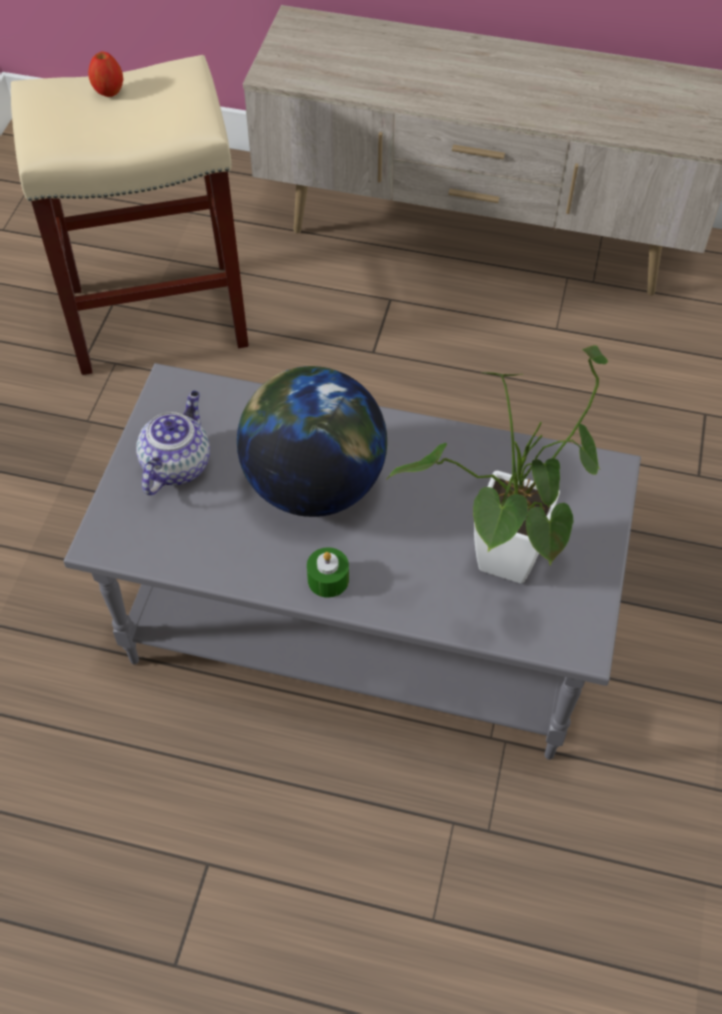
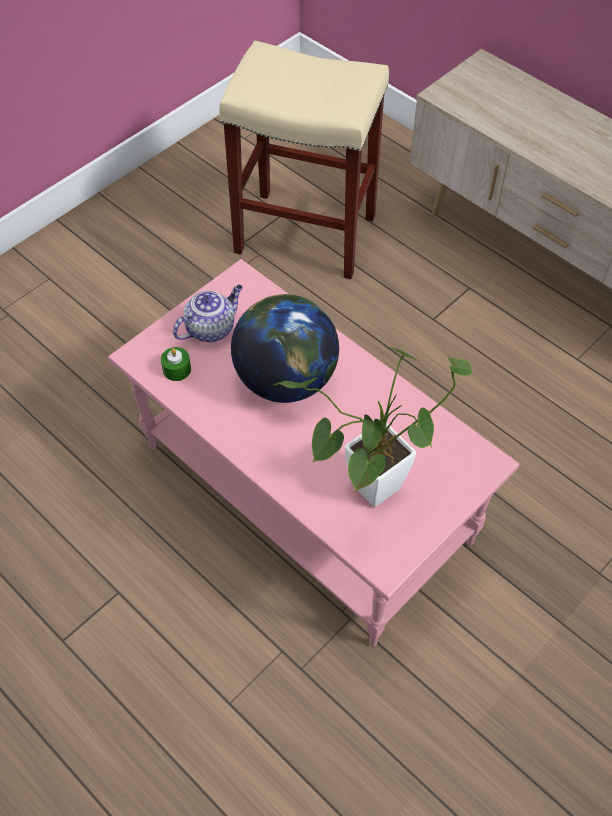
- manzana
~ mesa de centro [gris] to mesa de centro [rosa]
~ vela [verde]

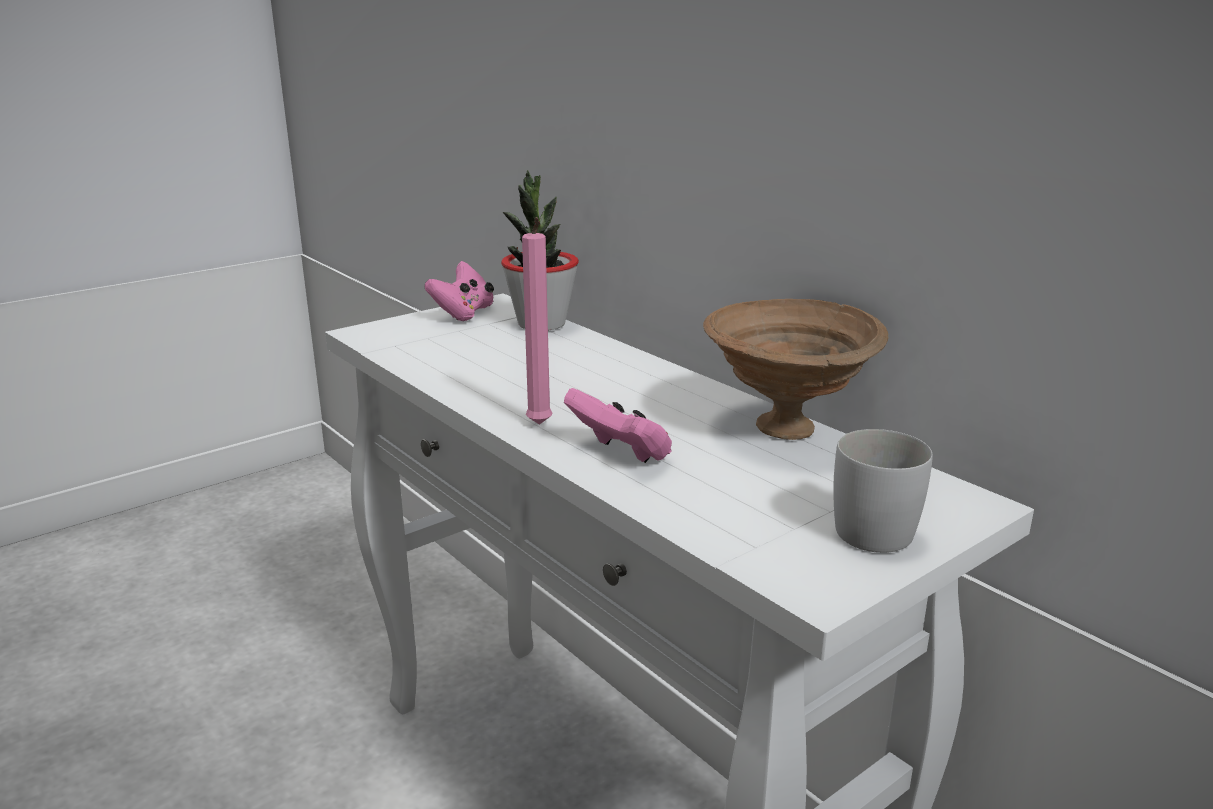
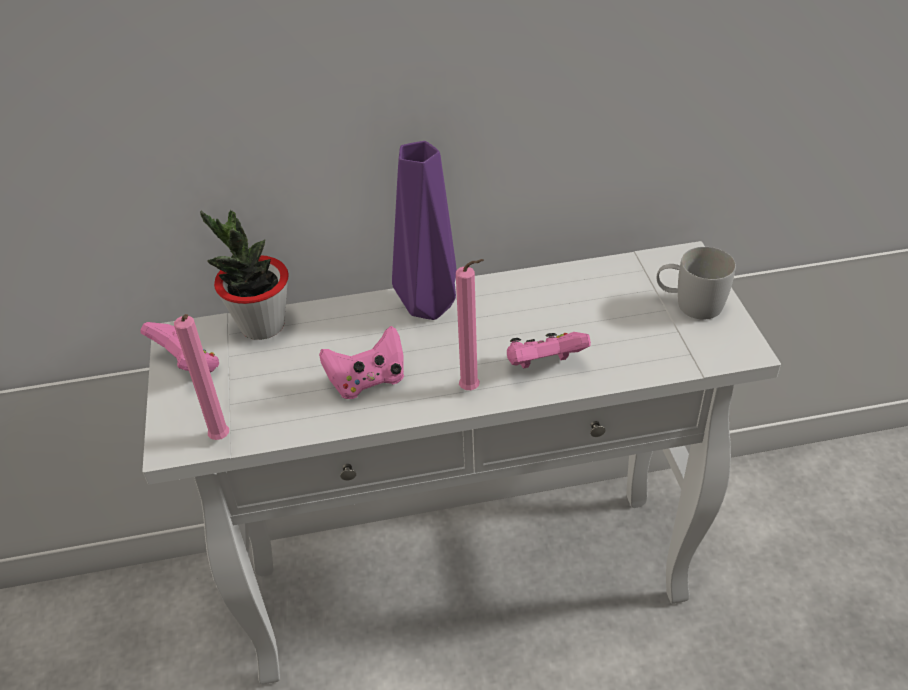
- cuenco [marrón]
+ florero [morado]
+ vela [rosa] (no. 1 from left)
+ mando de consola [rosa] (no. 2 from left)

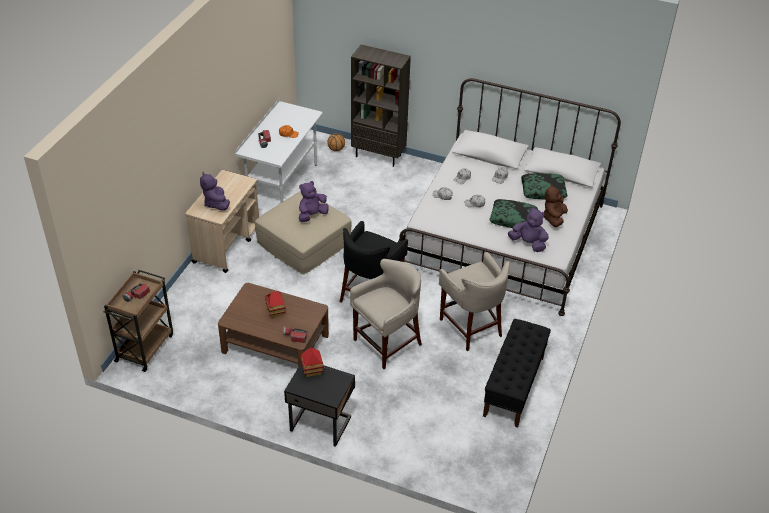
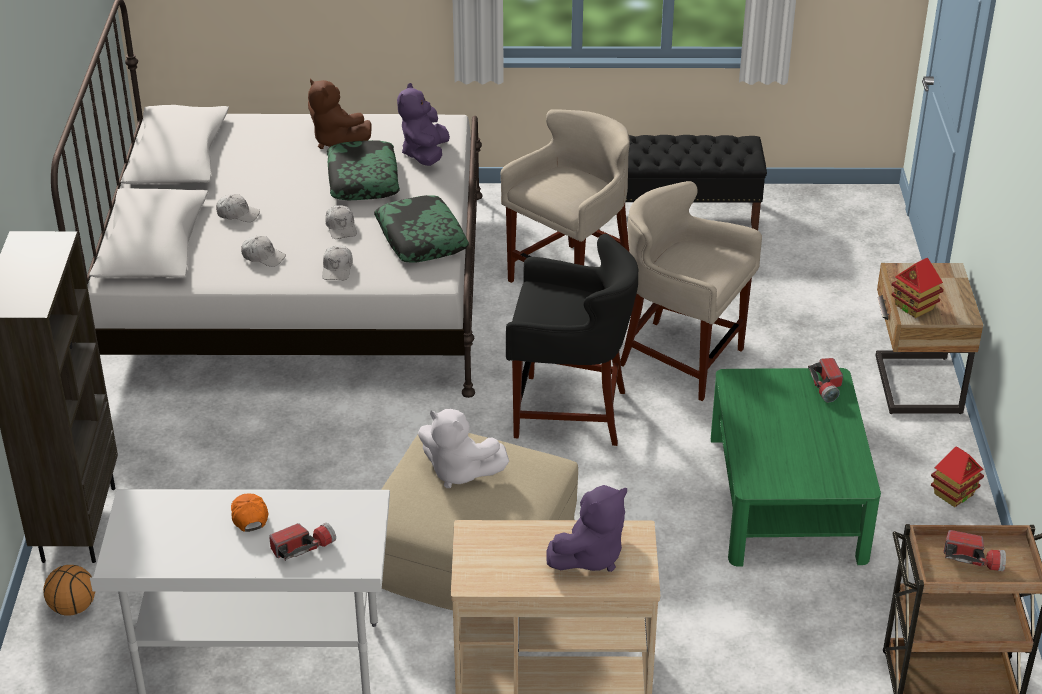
~ cojín (no. 2 from left)
~ peluche [morado] (no. 2 from left) to peluche [blanco]
~ peluche [marrón] 45 degrees clockwise
~ mesa de centro [marrón] to mesa de centro [verde]
~ casita (no. 1 from left in the first image) to casita (no. 2 from left)
~ mesita de noche [negro] to mesita de noche [beis]

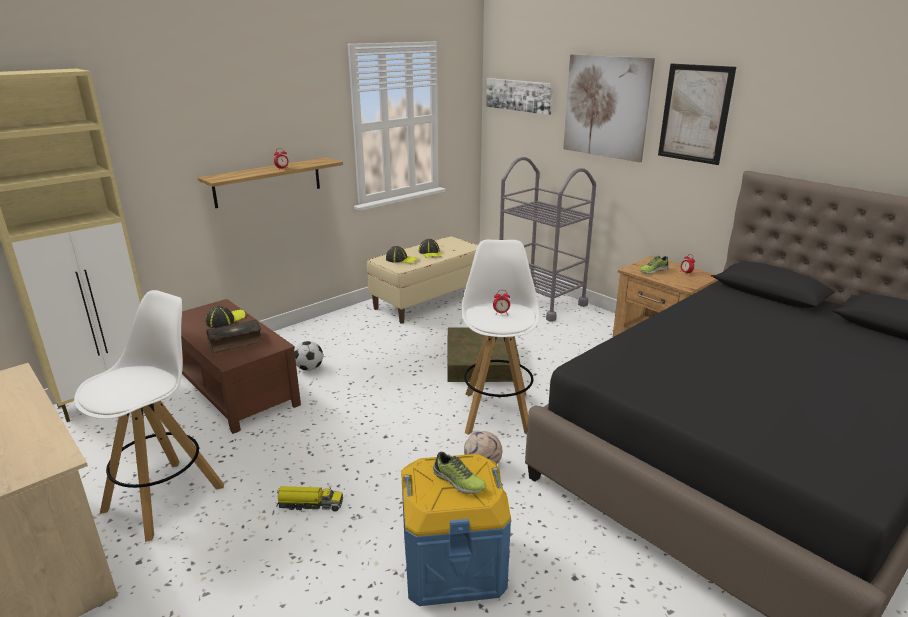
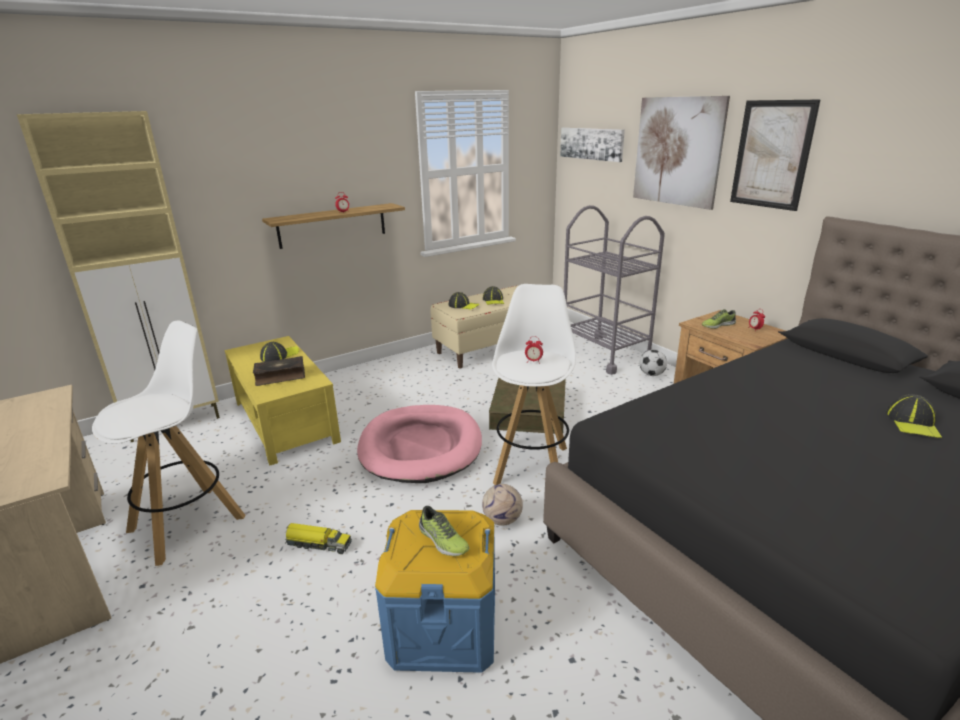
~ mesa de centro [marrón] to mesa de centro [amarillo]
~ balón de fútbol (no. 1 from left in the first image) to balón de fútbol (no. 2 from left)
+ gorra (no. 4 from left)
+ cama para perro [rosa]

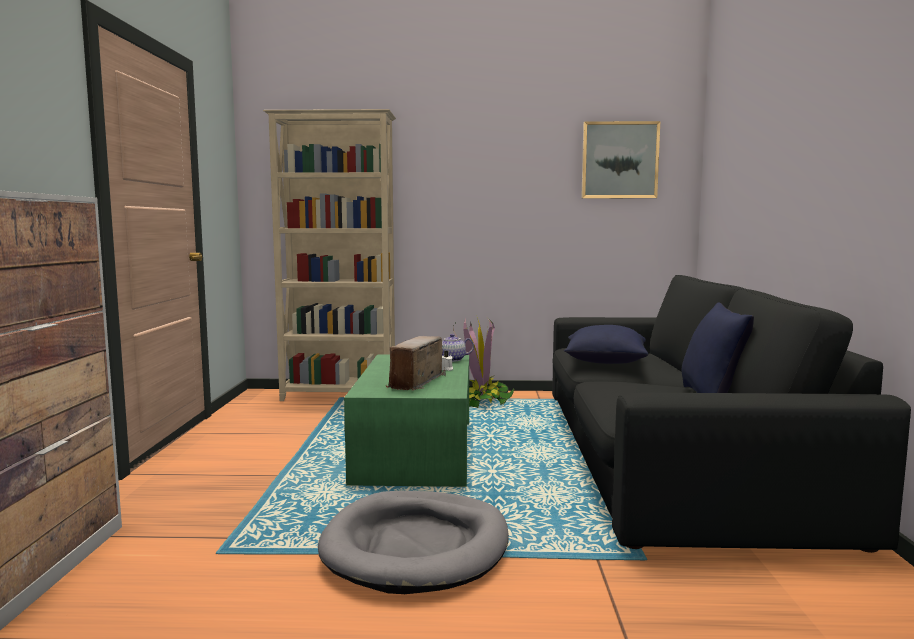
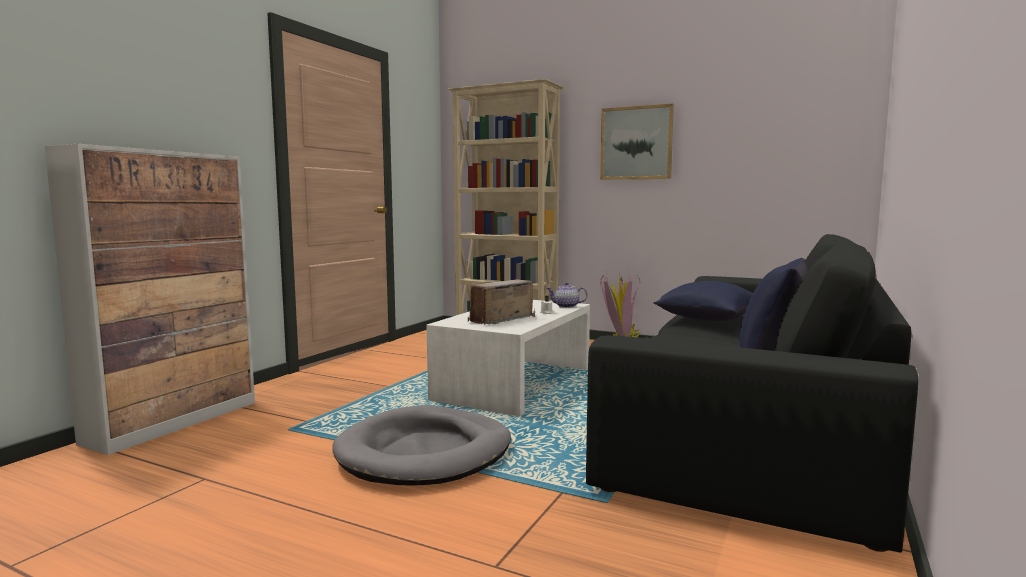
~ cuadro
~ mesa de centro [verde] to mesa de centro [blanco]

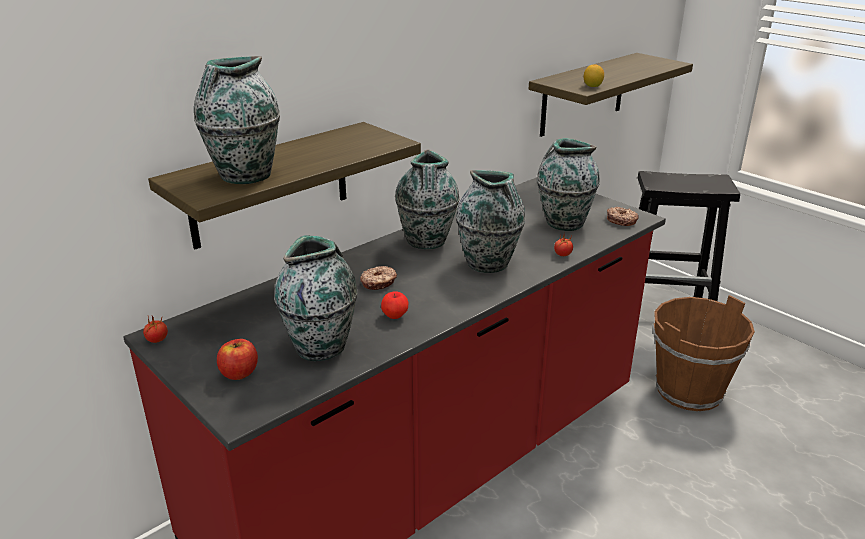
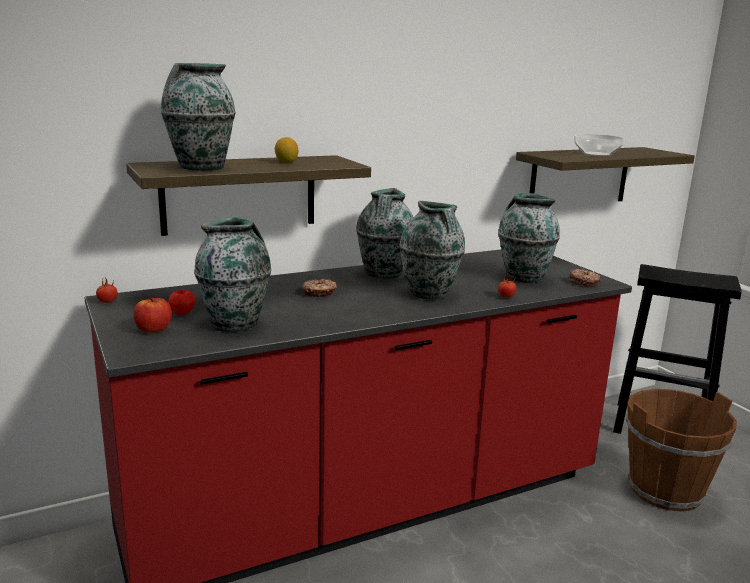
~ limón
~ manzana (no. 2 from left)
+ cuenco

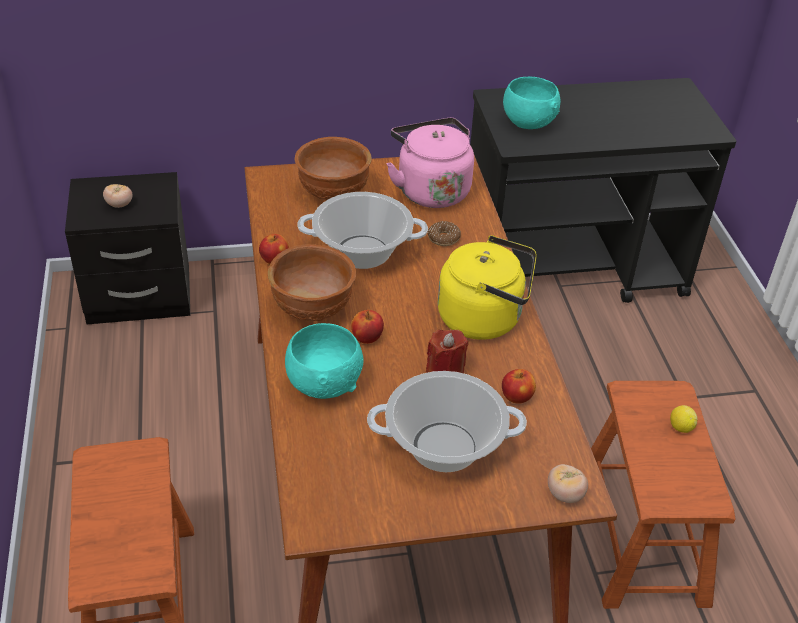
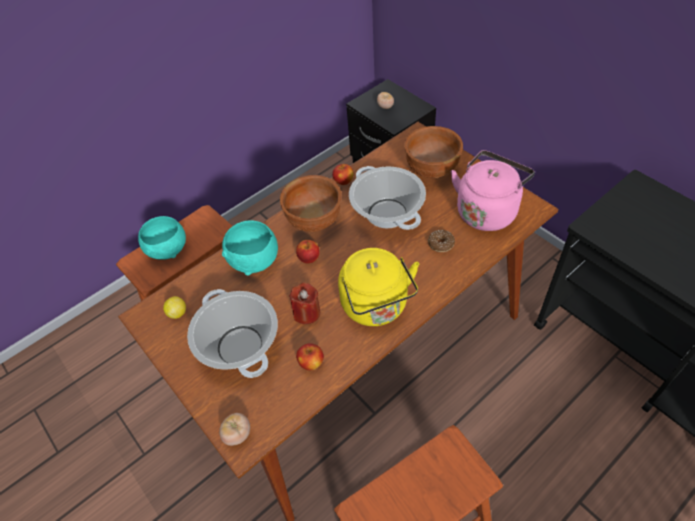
~ cuenco [turquesa] (no. 2 from left in the first image) to cuenco [turquesa] (no. 1 from left)
~ limón

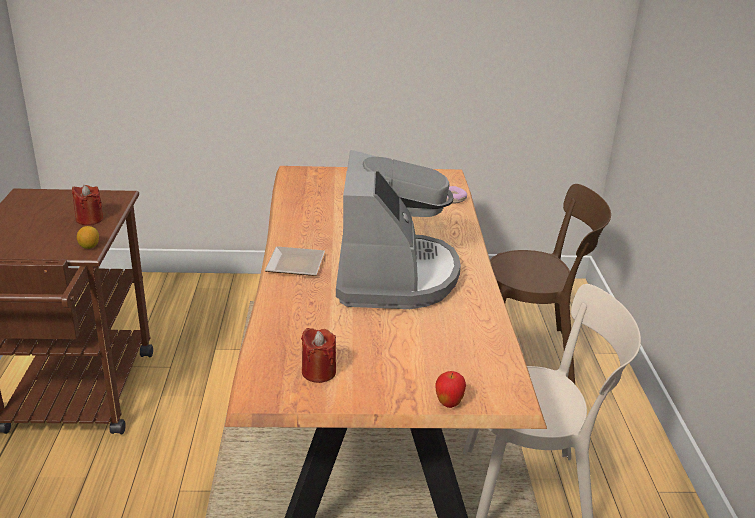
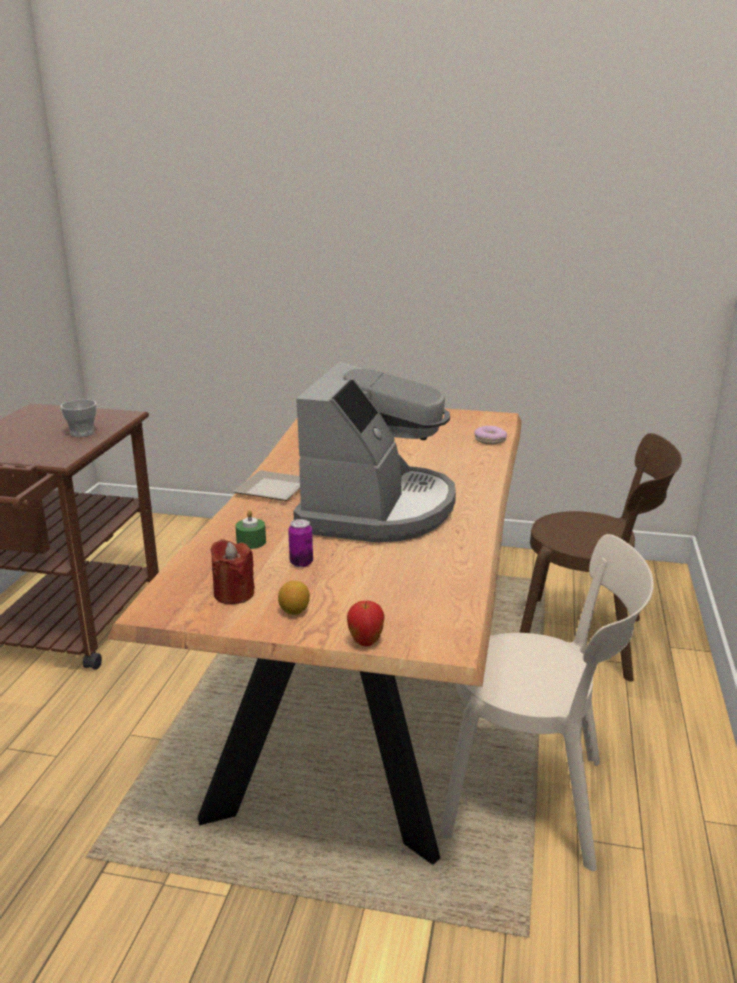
~ vela [rojo] (no. 1 from left) to taza
~ limón
+ vela [verde]
+ lata

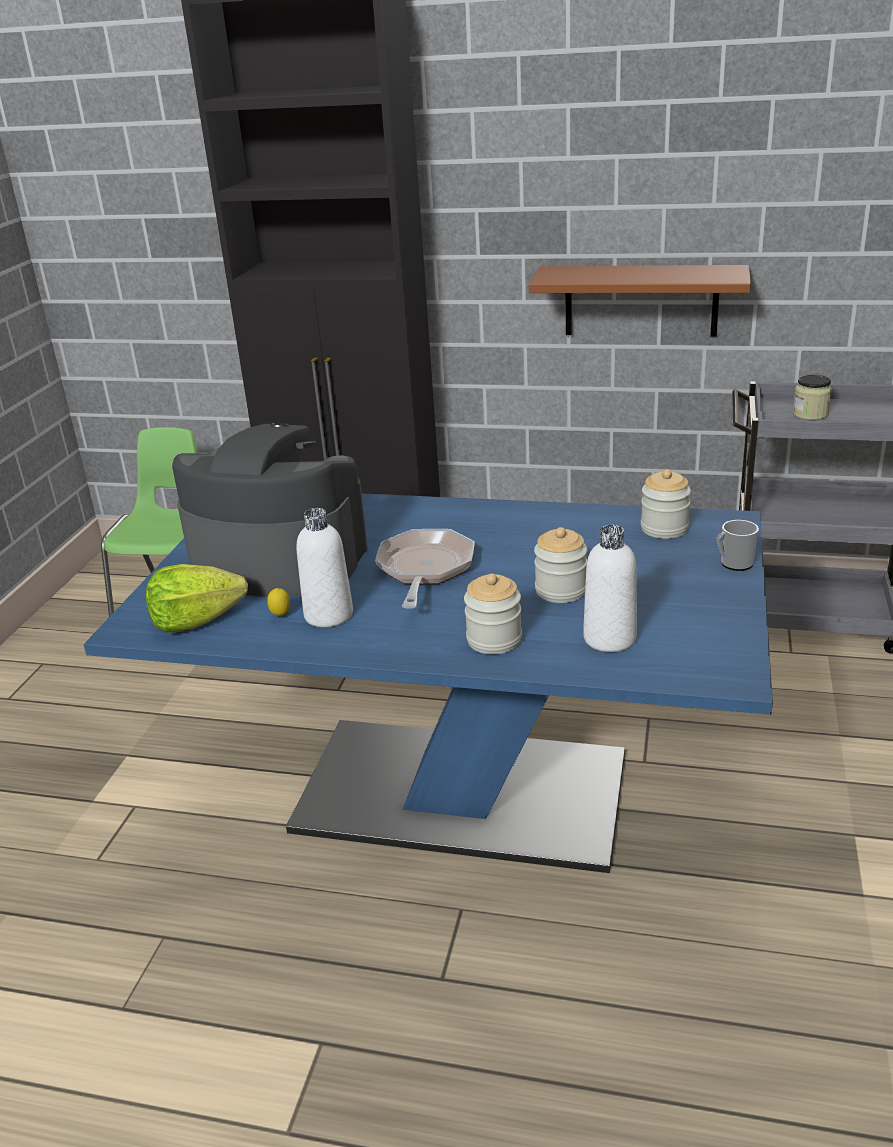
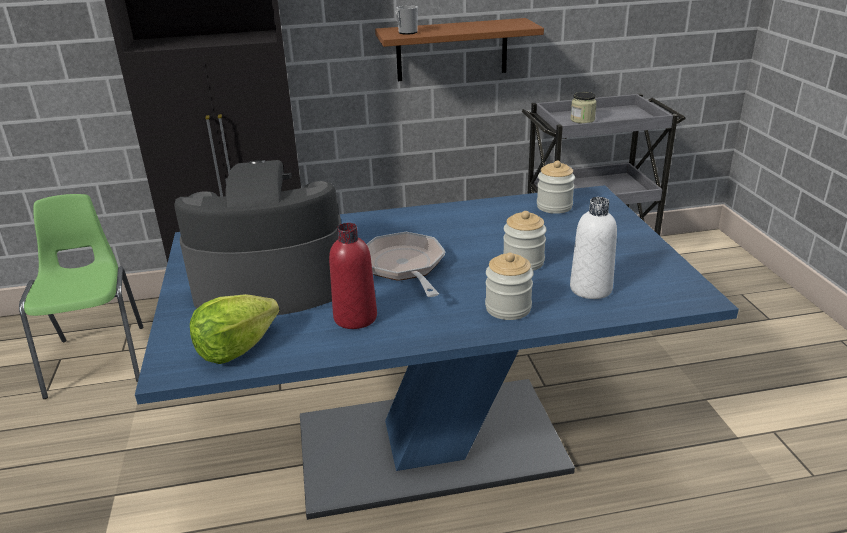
~ botella [blanco] (no. 1 from left) to botella [rojo]
~ taza grande
- limón

